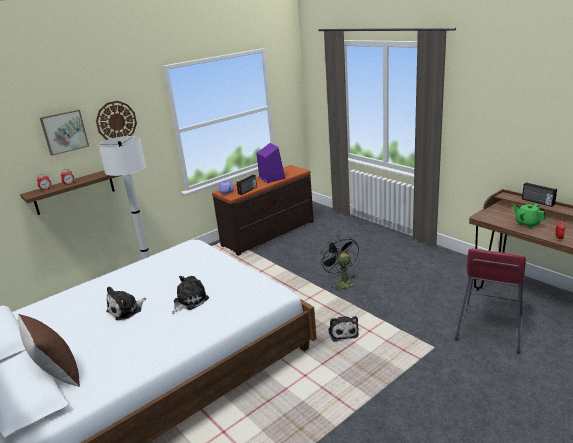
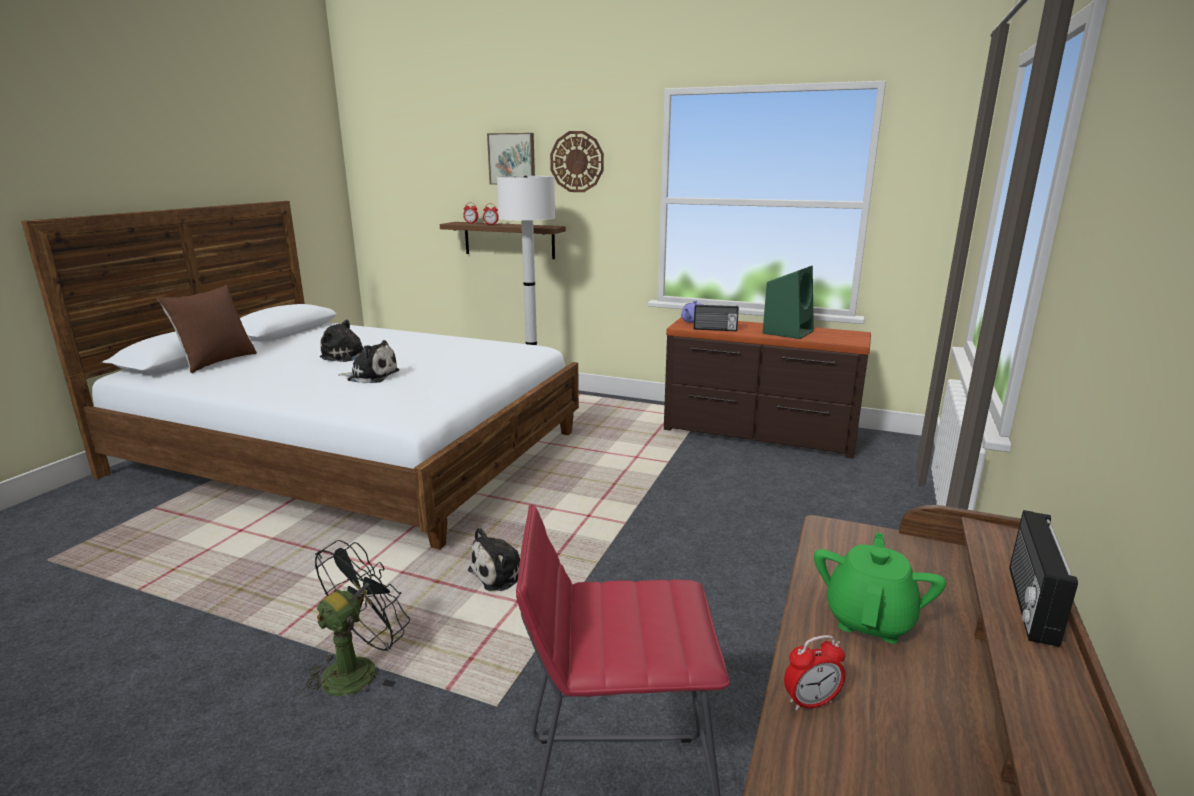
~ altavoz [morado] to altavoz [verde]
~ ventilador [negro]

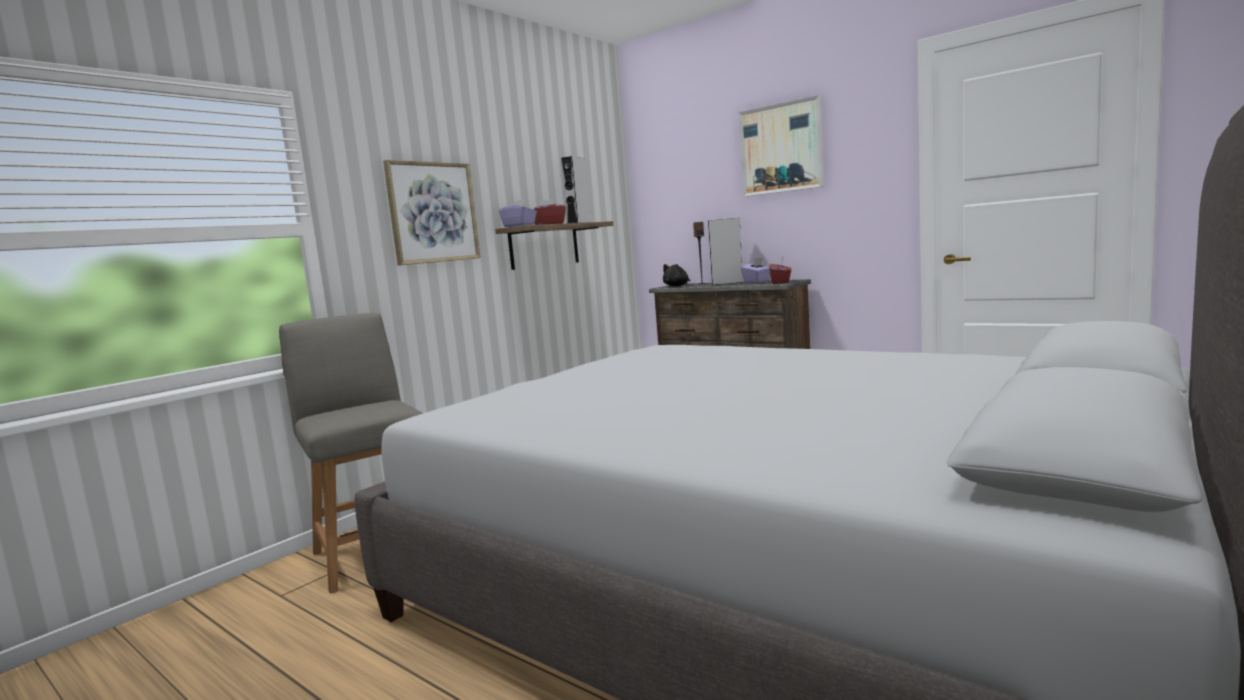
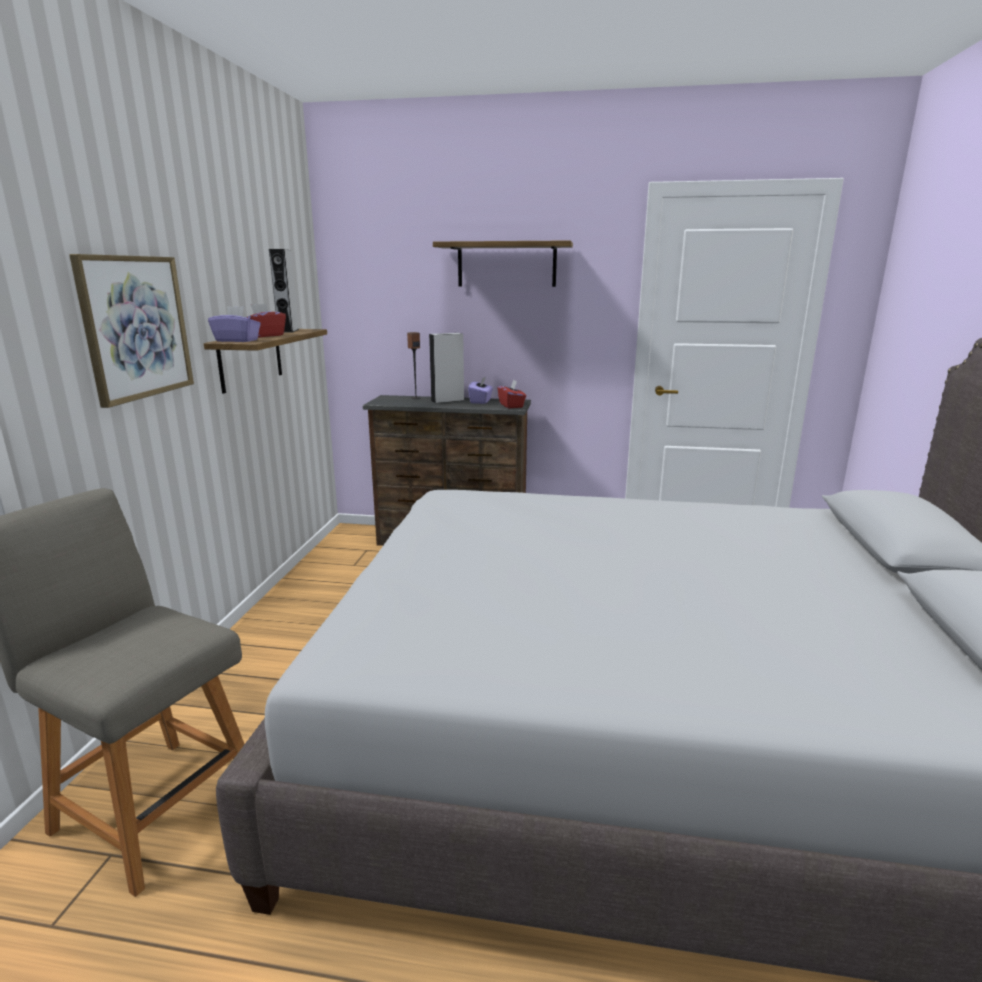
~ cuadro (no. 2 from left) to estante (no. 2 from left)
- peluche [negro]

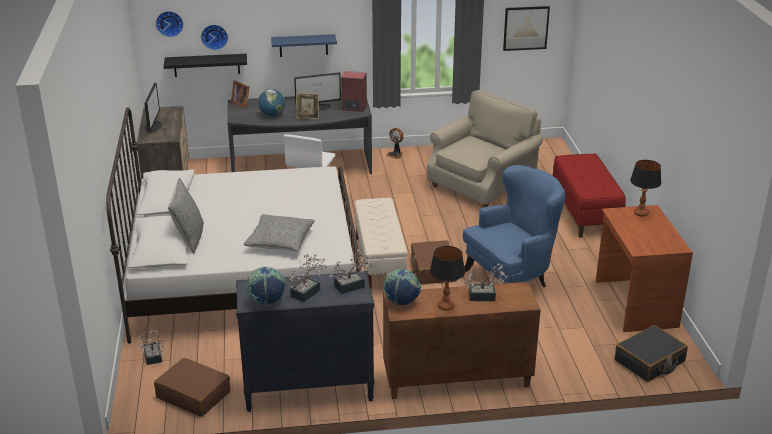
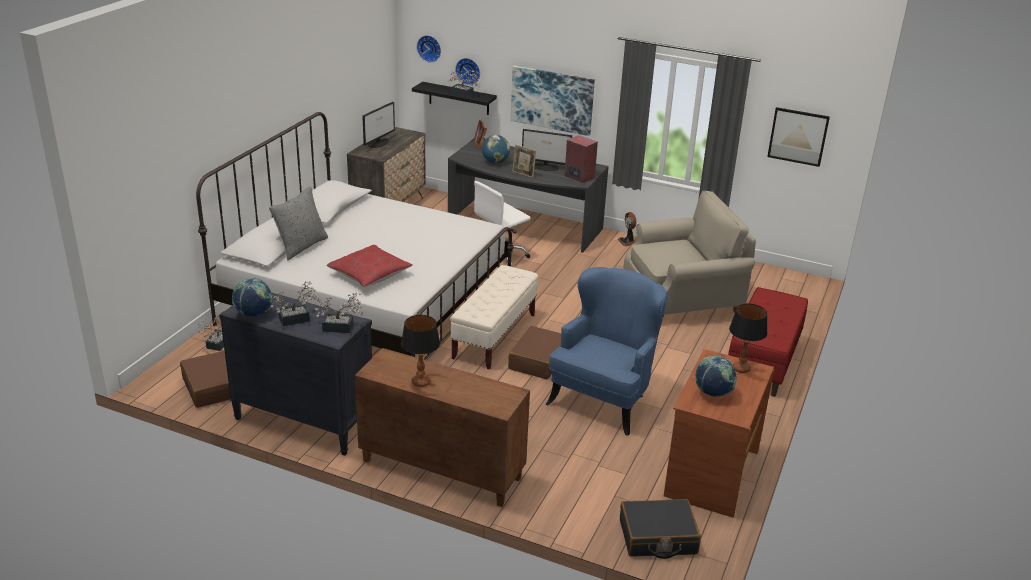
~ estante [azul] to cuadro (no. 1 from left)
~ sillón [azul] 60 degrees counterclockwise
~ cojín [gris] (no. 2 from left) to cojín [rojo]
~ planta en maceta (no. 4 from left)
~ globo terráqueo (no. 3 from left)

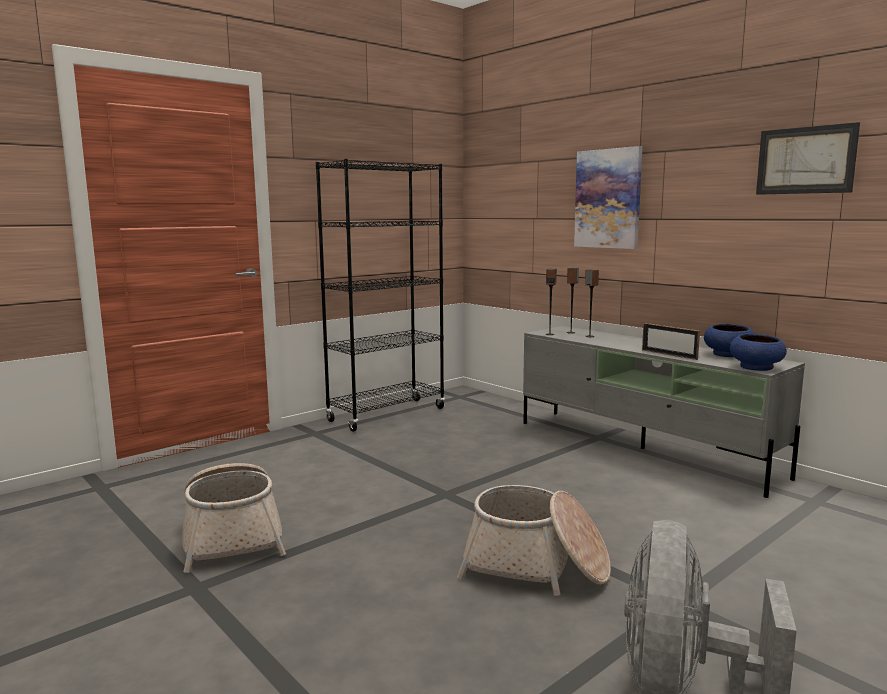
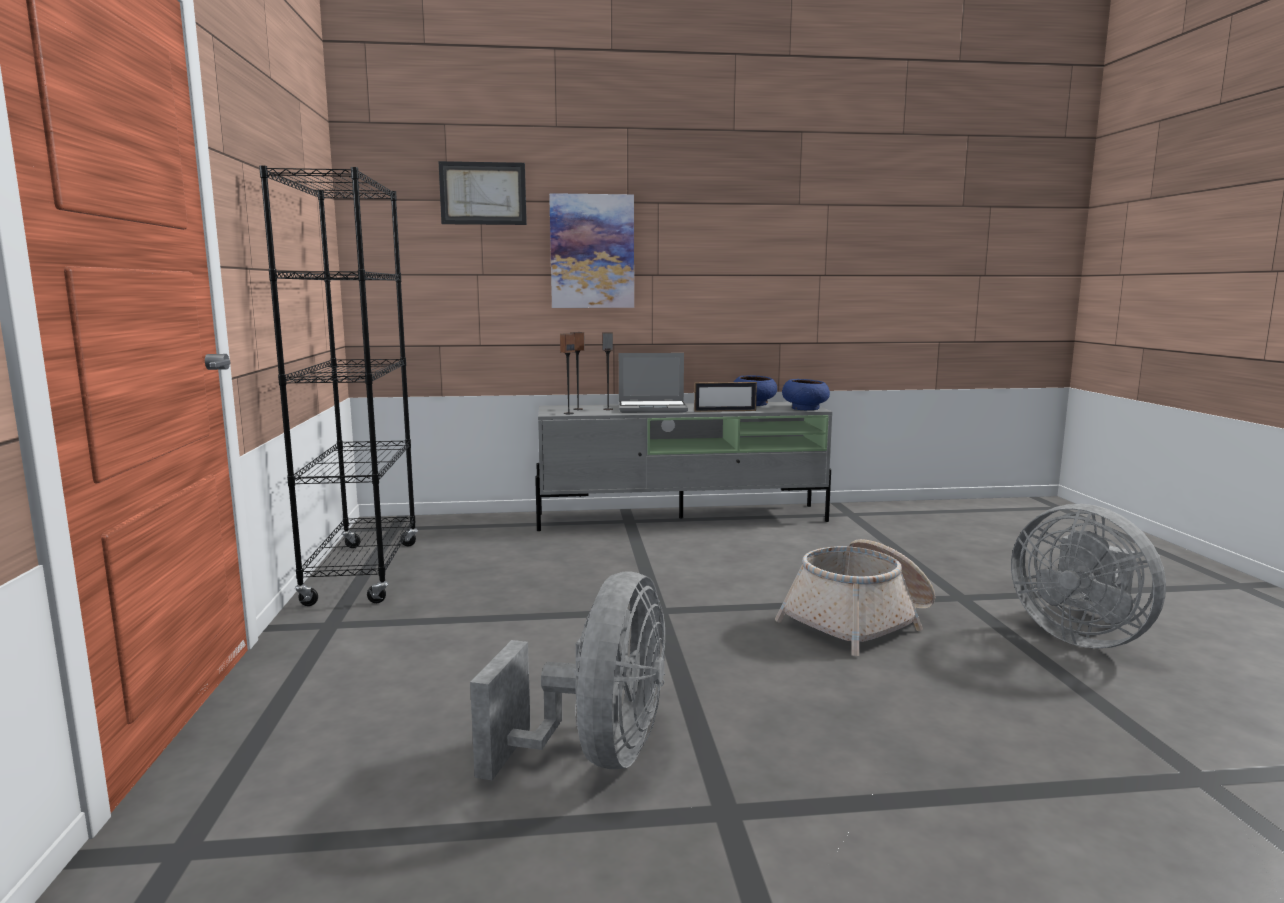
~ cuadro (no. 2 from left in the first image) to cuadro (no. 1 from left)
~ cesta (no. 1 from left) to ventilador [gris] (no. 1 from left)
+ portátil

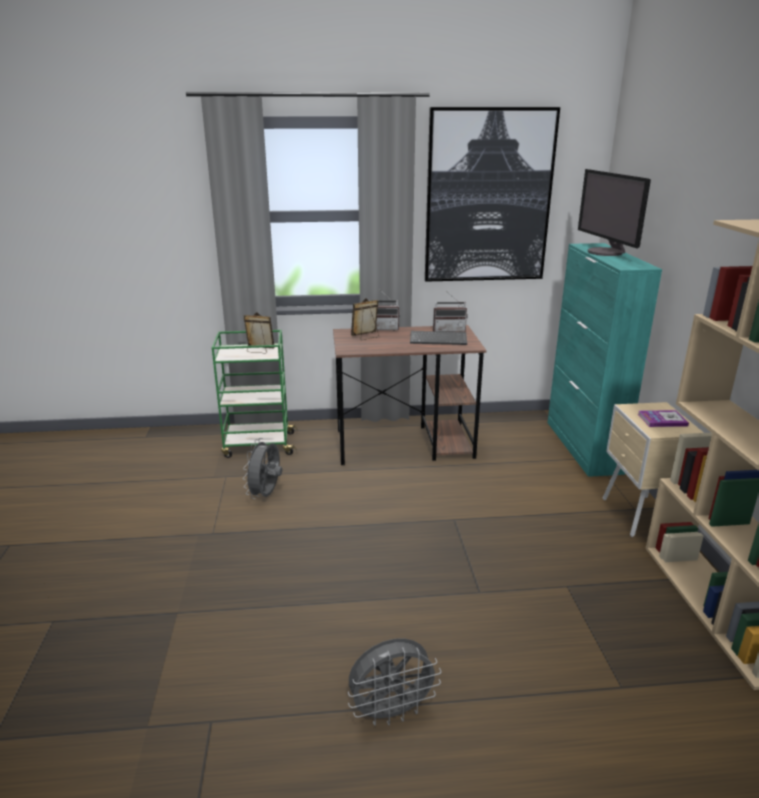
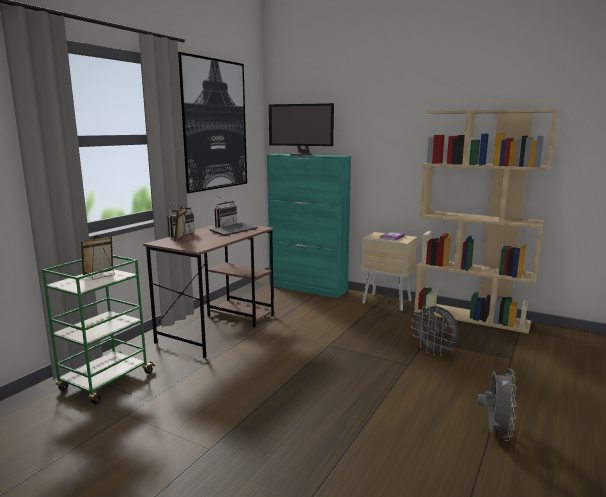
~ ventilador [gris] (no. 1 from left)

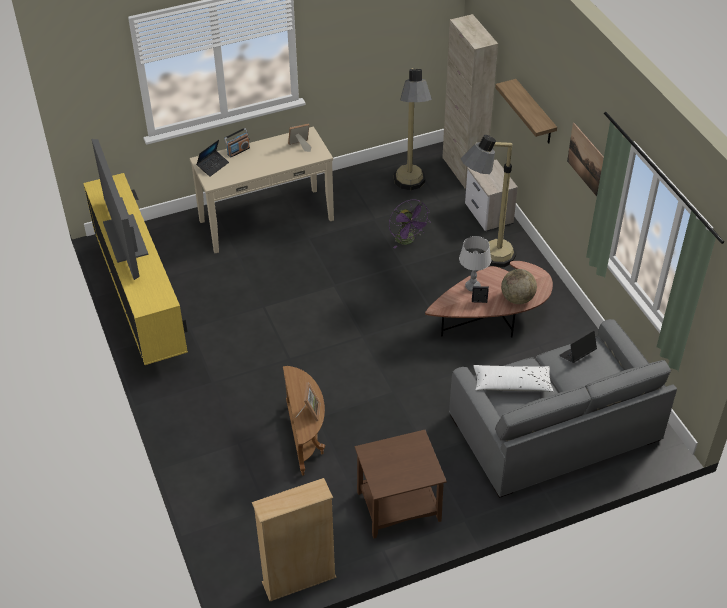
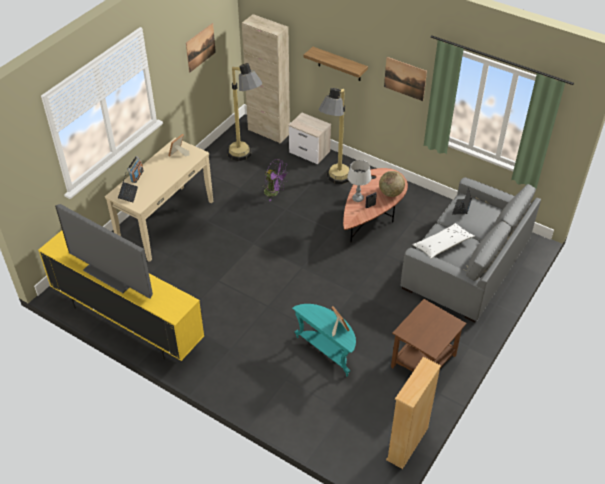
~ mesa auxiliar [marrón] (no. 1 from left) to mesa auxiliar [turquesa]
+ cuadro (no. 1 from left)

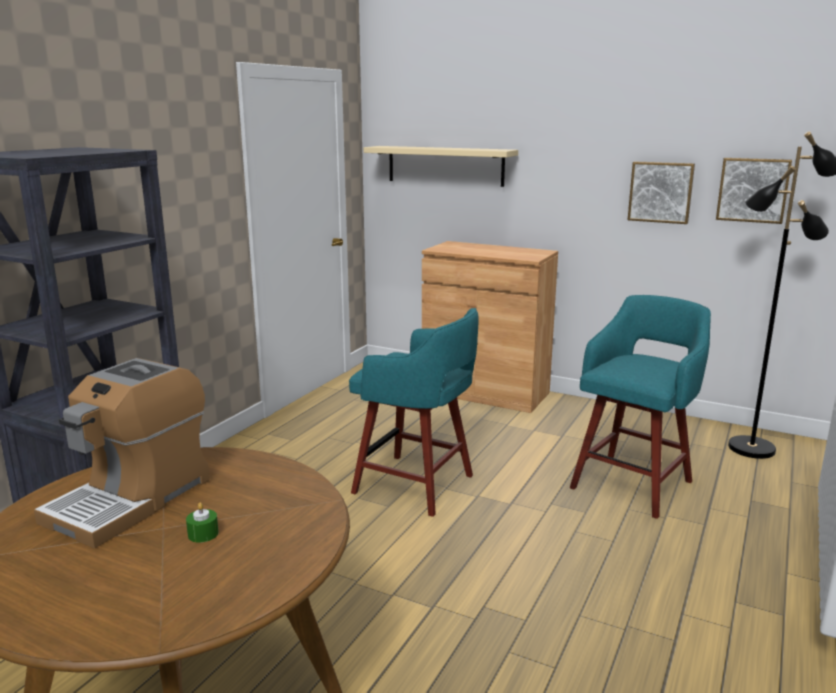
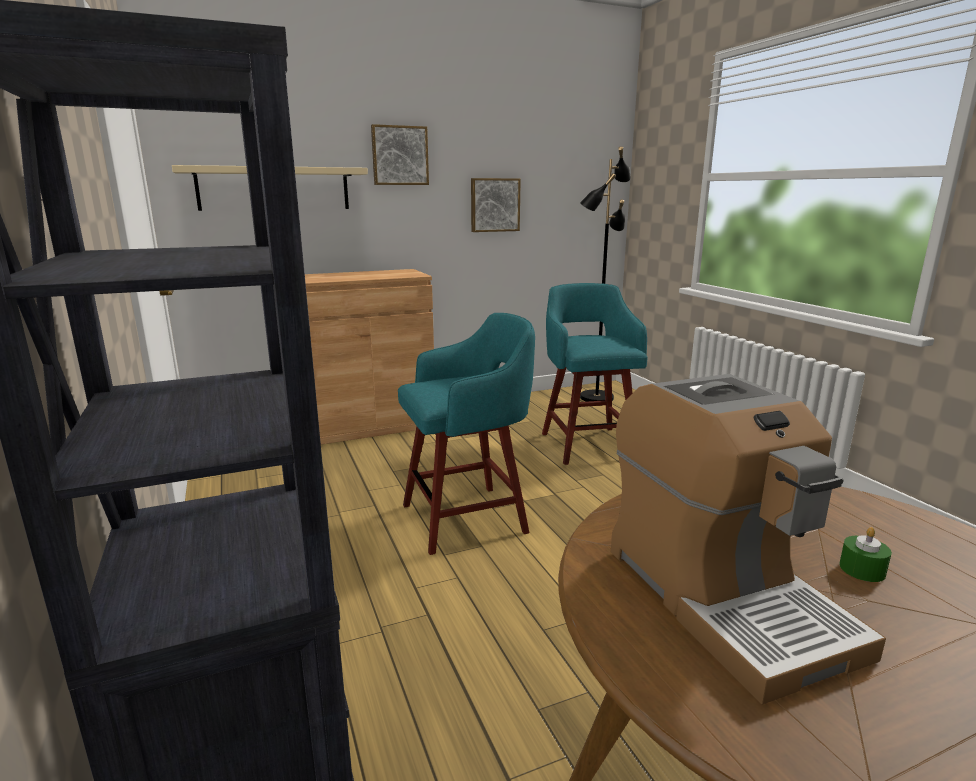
~ cuadro (no. 2 from left in the first image) to cuadro (no. 1 from left)

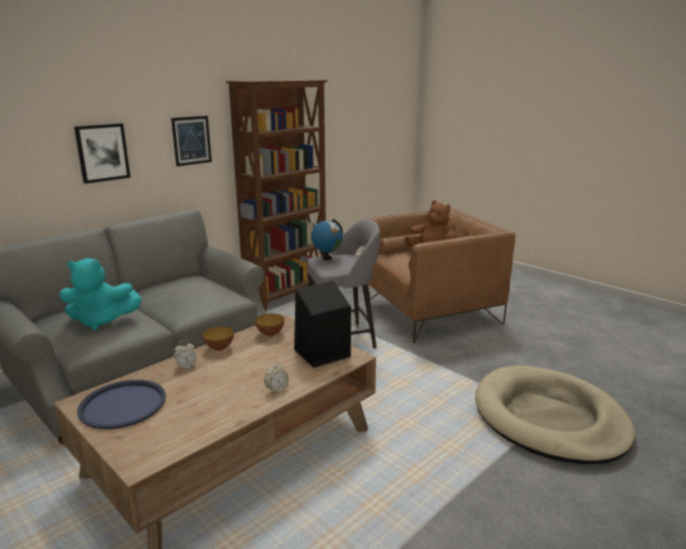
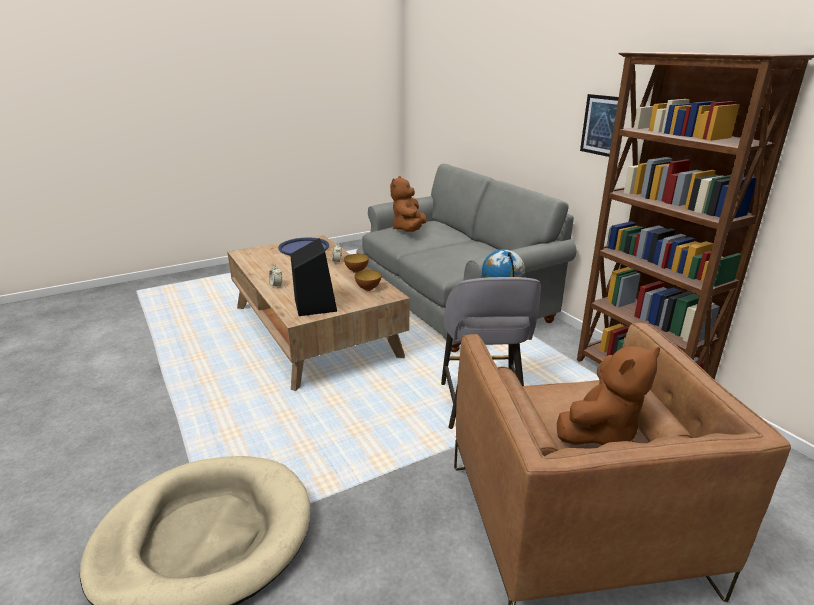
- cuadro (no. 1 from left)
~ peluche [turquesa] to peluche [marrón] (no. 1 from left)

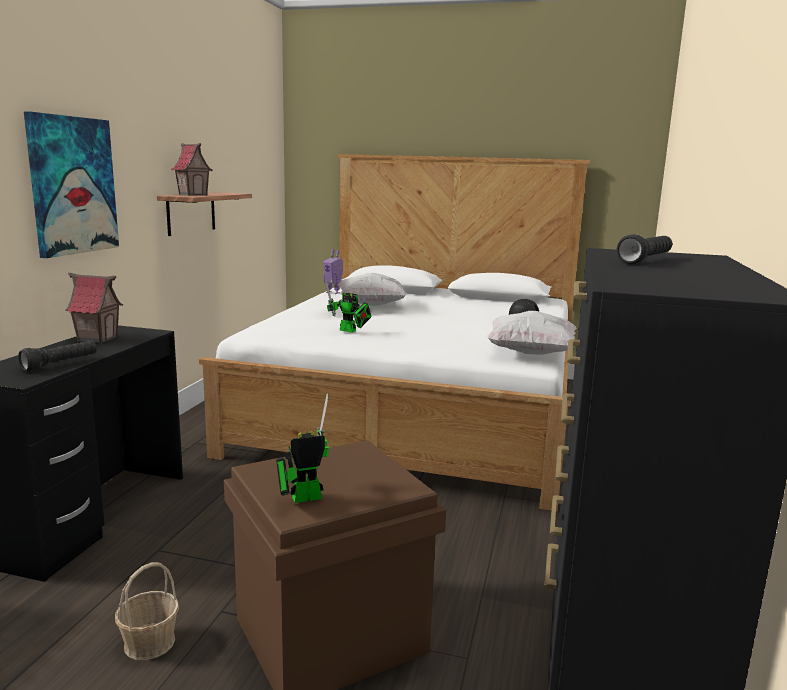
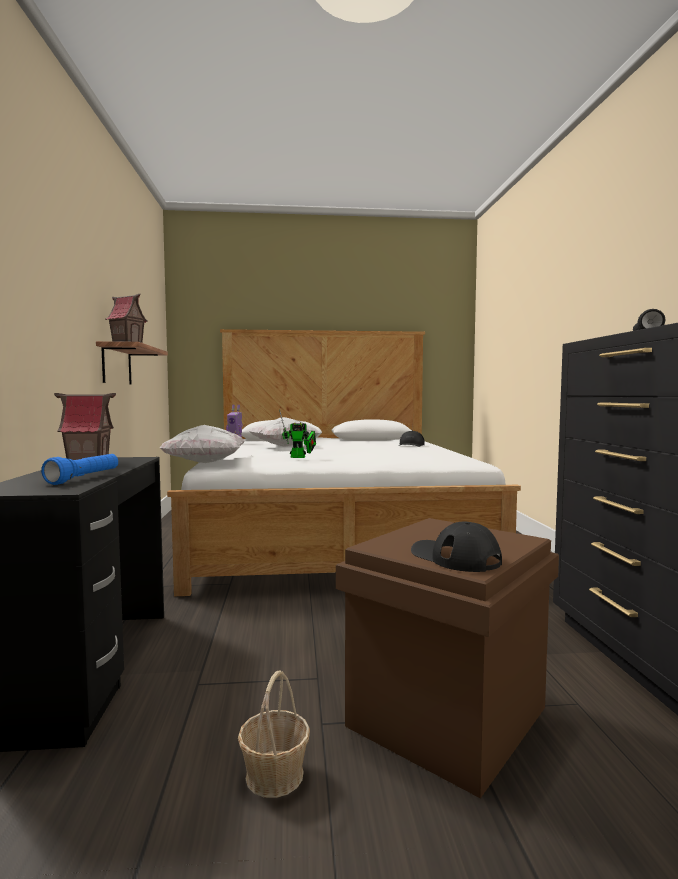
- cuadro
~ cojín [blanco] (no. 2 from left in the first image) to cojín [blanco] (no. 1 from left)
~ linterna [negro] (no. 1 from left) to linterna [azul]
~ robot de juguete (no. 1 from left) to gorra [negro] (no. 2 from left)

